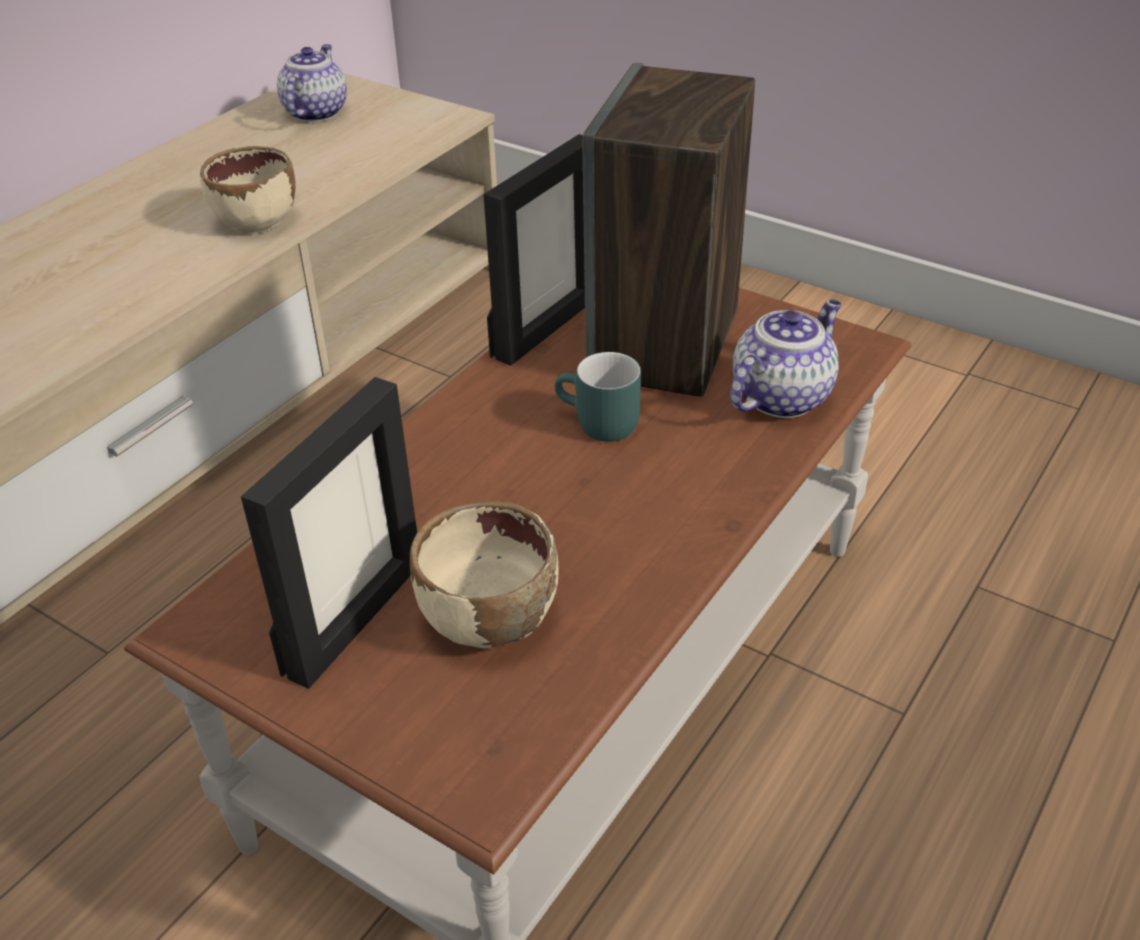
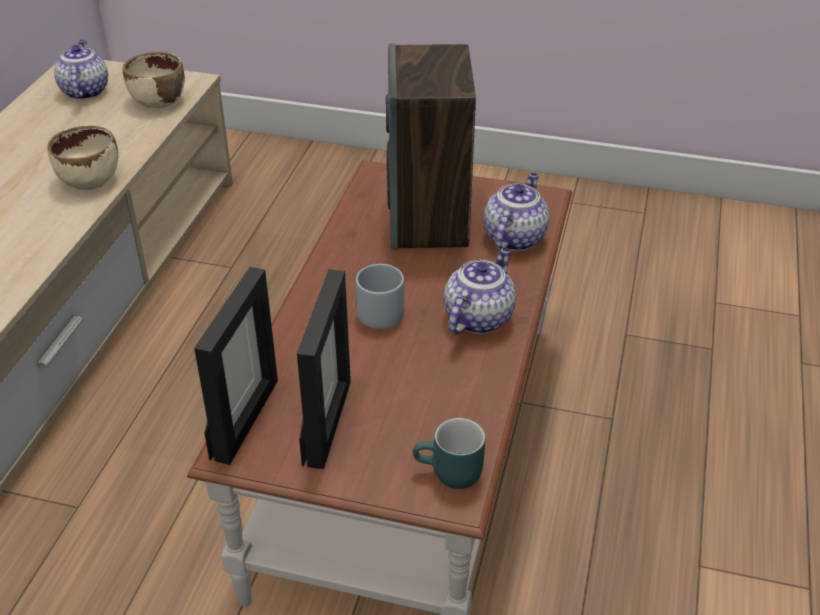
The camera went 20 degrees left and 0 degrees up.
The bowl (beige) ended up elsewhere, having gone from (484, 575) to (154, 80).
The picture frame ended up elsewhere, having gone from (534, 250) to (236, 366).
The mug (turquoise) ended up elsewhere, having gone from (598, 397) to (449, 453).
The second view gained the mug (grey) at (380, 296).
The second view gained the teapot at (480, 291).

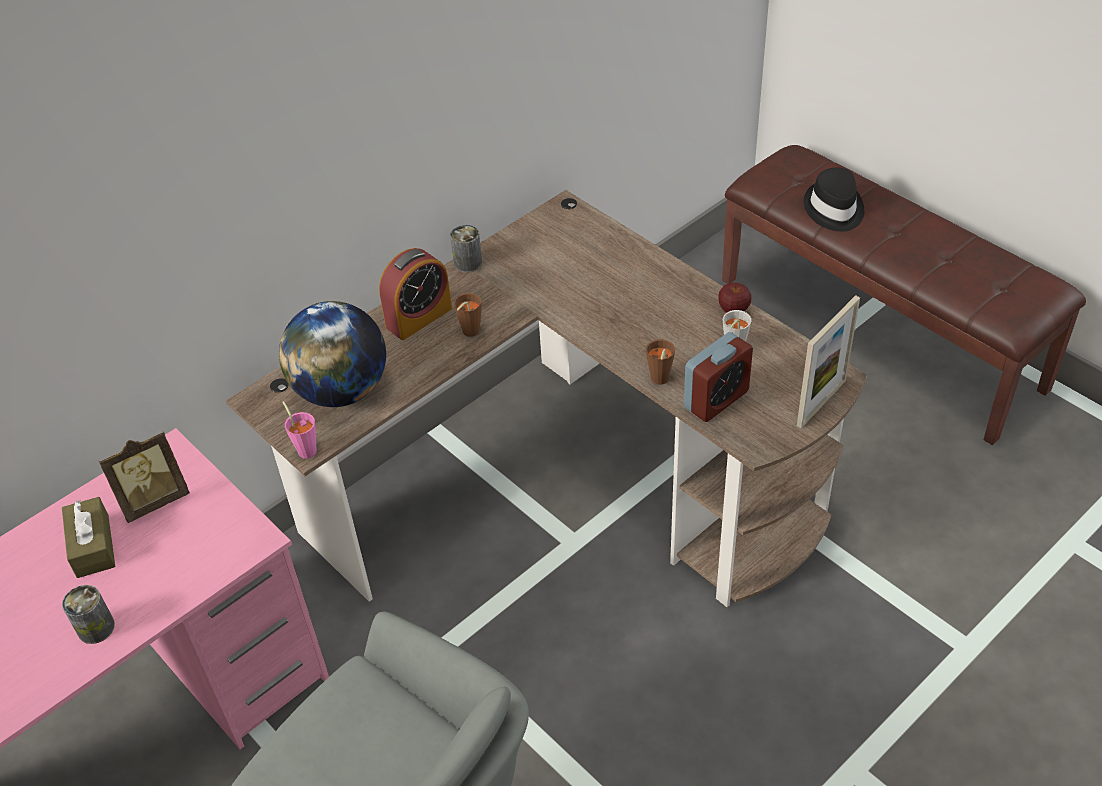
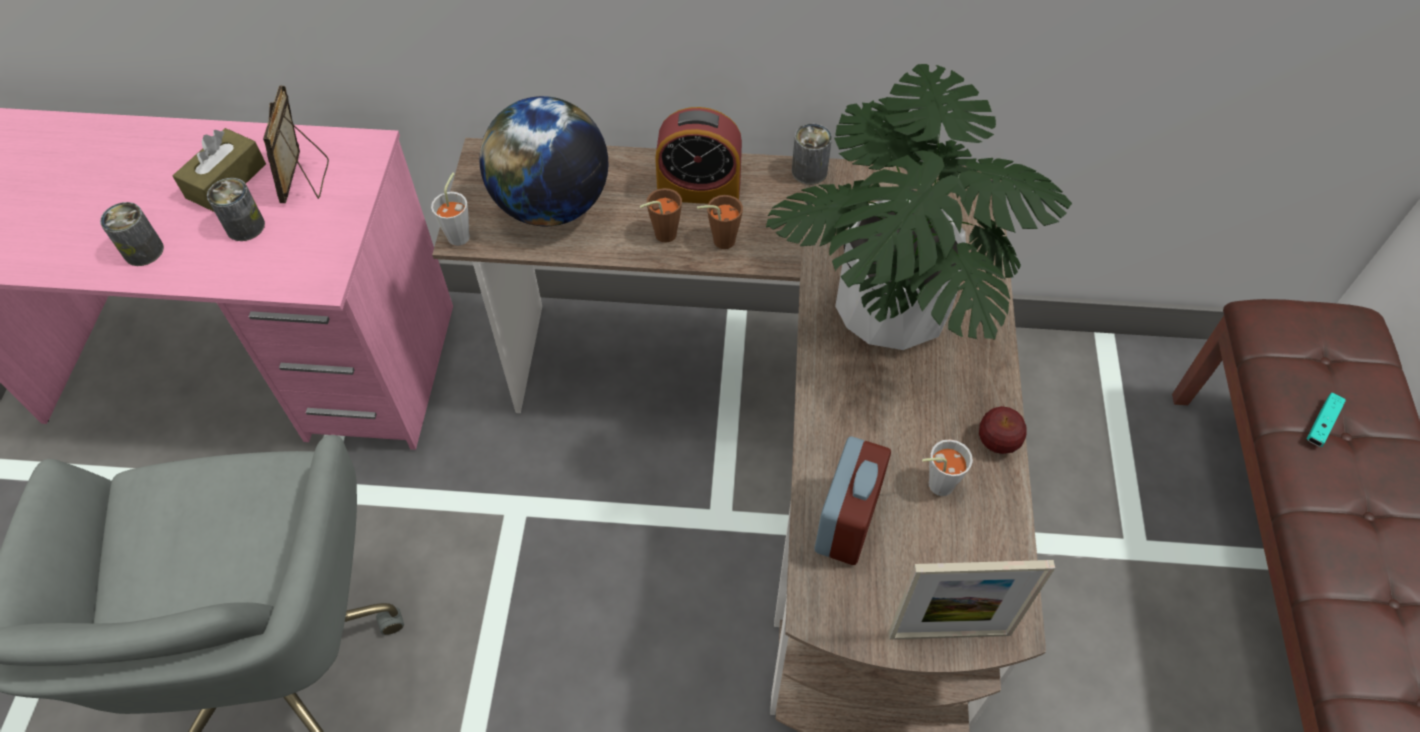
The camera went 45 degrees right and 10 degrees up.
The picture frame at (144, 477) ended up facing another way, 75 degrees clockwise from before.
What was the cup (pink) at (299, 429) turned into the cup (grey) at (450, 209).
The cup (brown) ended up elsewhere, having gone from (660, 362) to (661, 215).
The alarm clock at (718, 377) ended up facing another way, 75 degrees counterclockwise from before.
Where the hat (black) stood at (834, 200), the game controller (turquoise) came to stand at (1326, 420).
The second view gained the can at (236, 209).
The second view gained the potted plant at (919, 207).

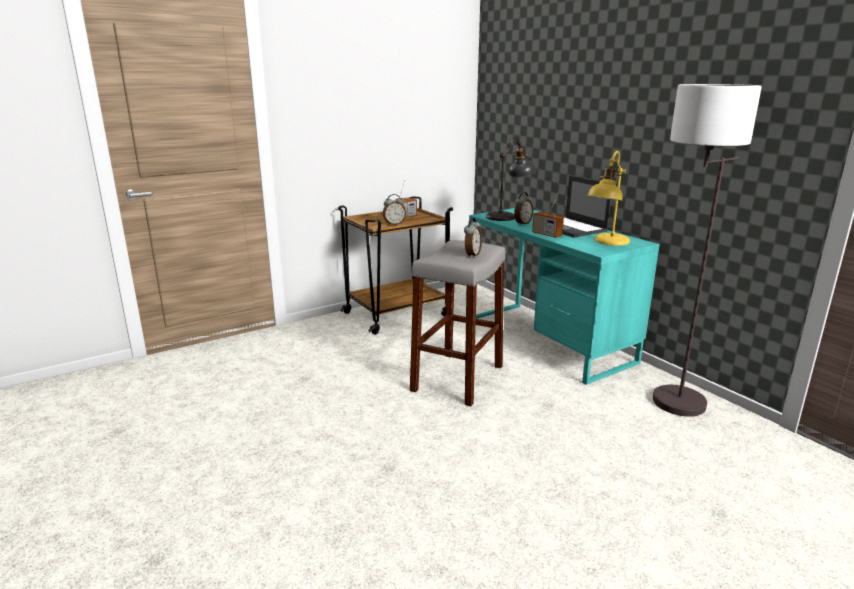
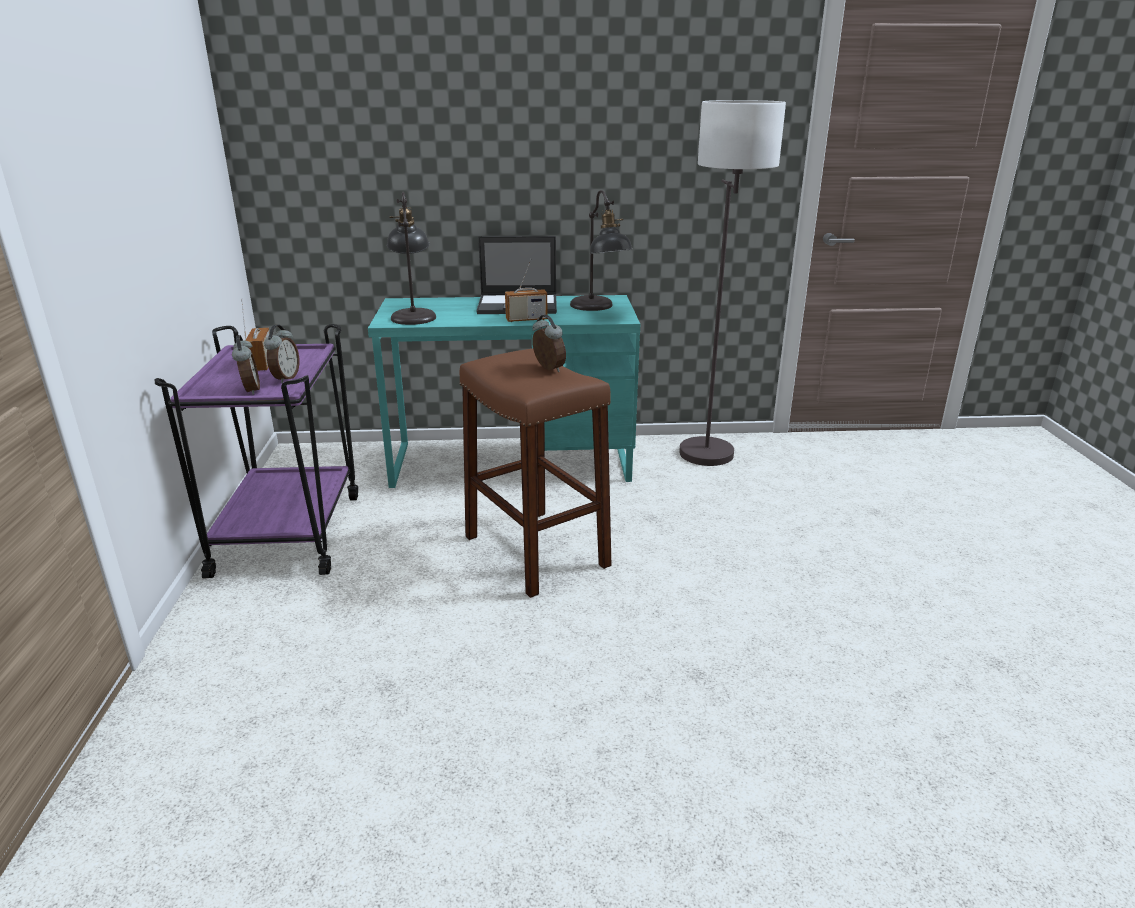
The camera went 60 degrees left and 5 degrees up.
What was the cart (brown) at (395, 266) turned into the cart (purple) at (256, 451).
What was the stool (grey) at (458, 323) turned into the stool (brown) at (535, 473).
The alarm clock ended up elsewhere, having gone from (523, 208) to (246, 365).
What was the table lamp (yellow) at (608, 198) turned into the table lamp (grey) at (601, 250).

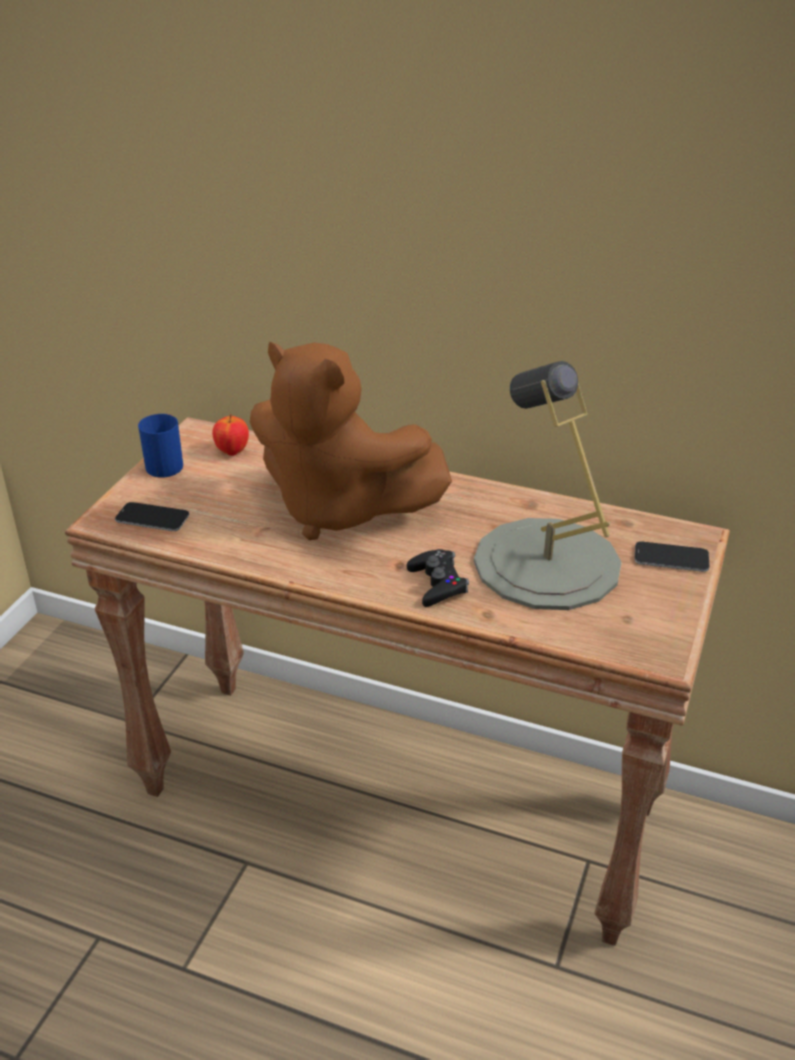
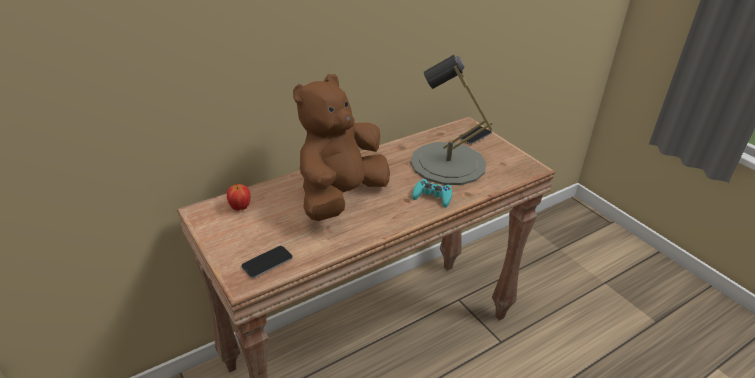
The camera went 55 degrees left and 0 degrees up.
The second view lost the mug (blue) at (160, 445).
The plush toy (brown) at (351, 441) ended up facing another way, 150 degrees clockwise from before.
What was the game controller (black) at (438, 578) turned into the game controller (turquoise) at (432, 193).

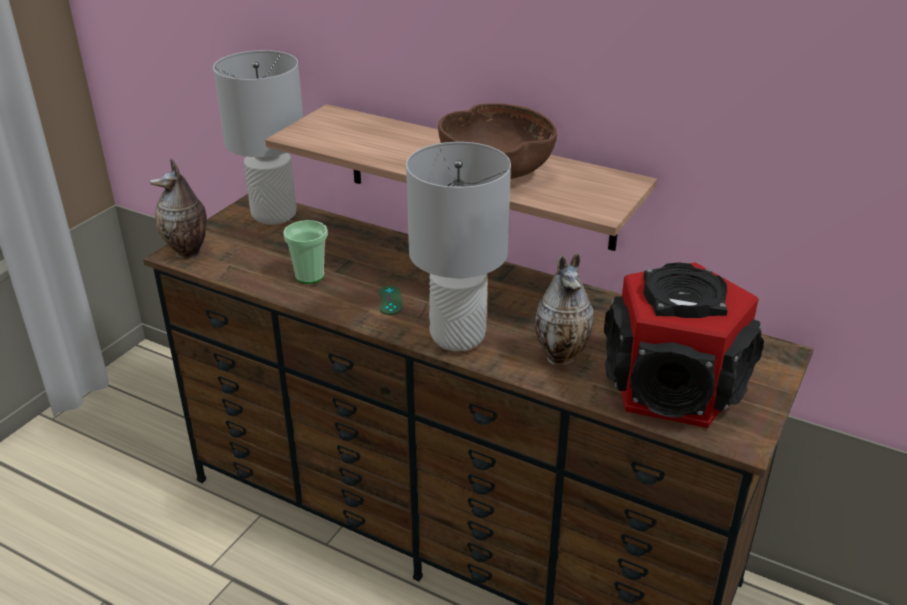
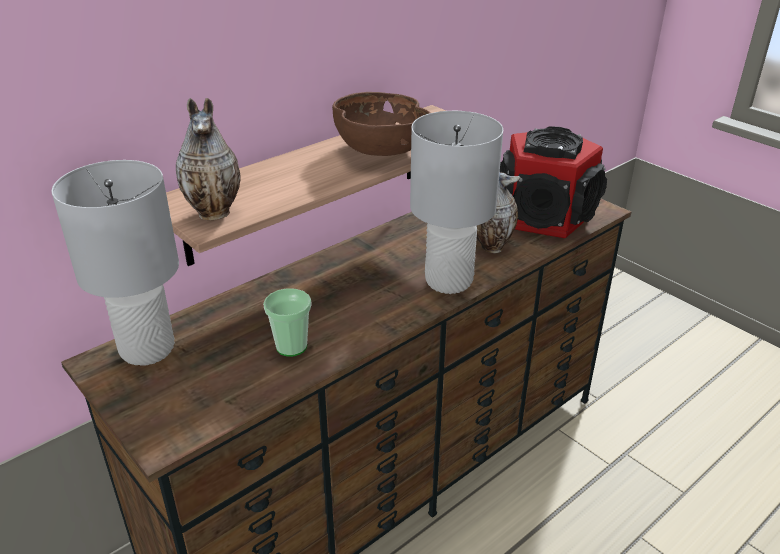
The camera went 70 degrees left and 0 degrees up.
The vase ended up elsewhere, having gone from (178, 208) to (208, 159).
The second view lost the game controller (green) at (390, 300).

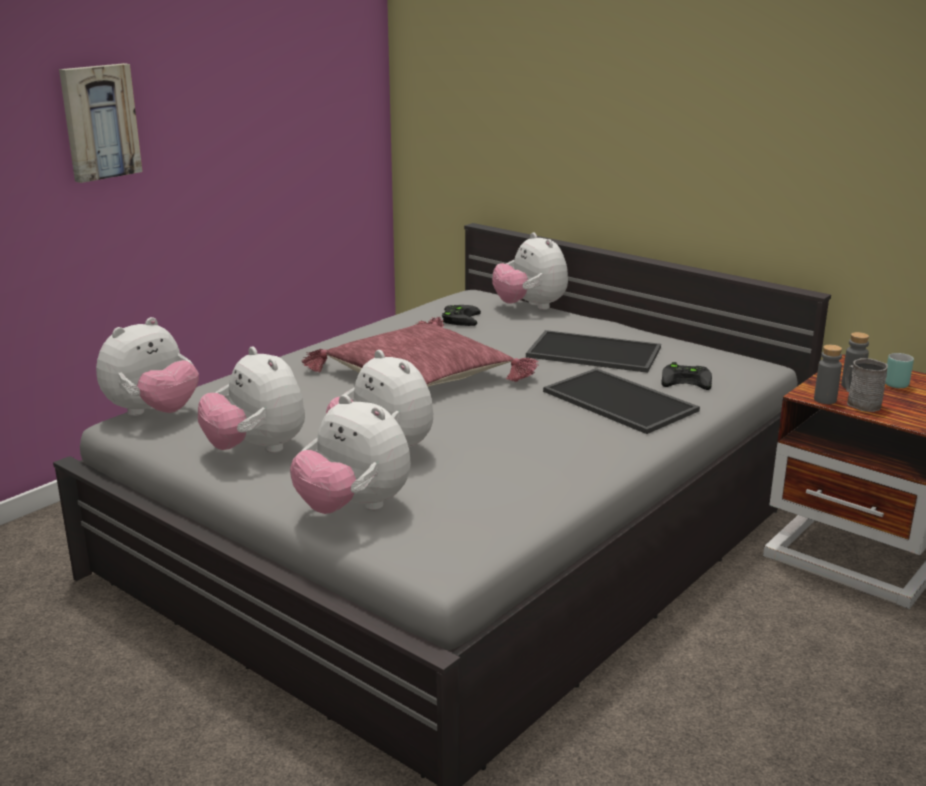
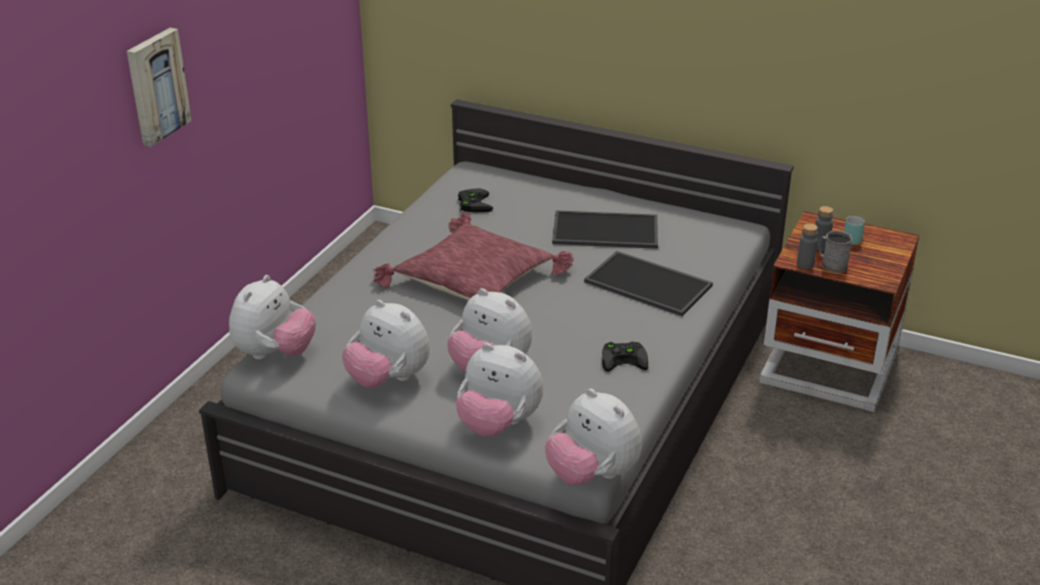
The camera went 15 degrees left and 10 degrees up.
The plush toy ended up elsewhere, having gone from (530, 271) to (593, 437).
The game controller (black) ended up elsewhere, having gone from (686, 376) to (625, 357).

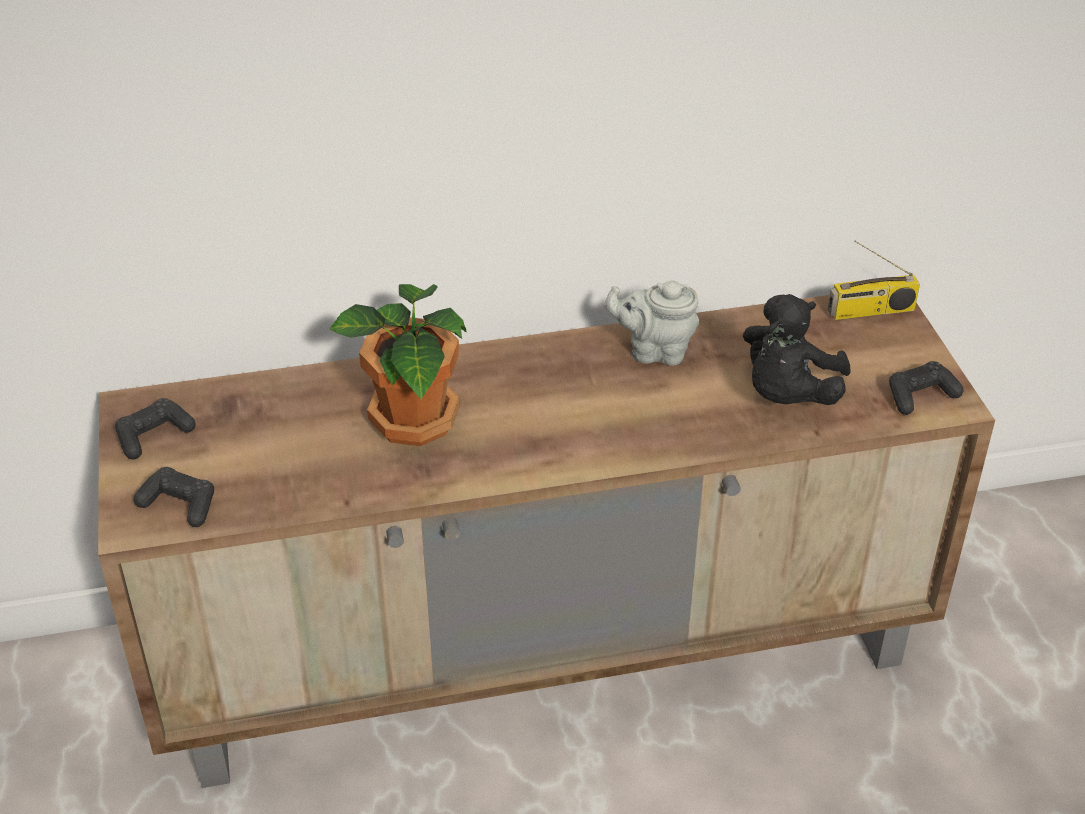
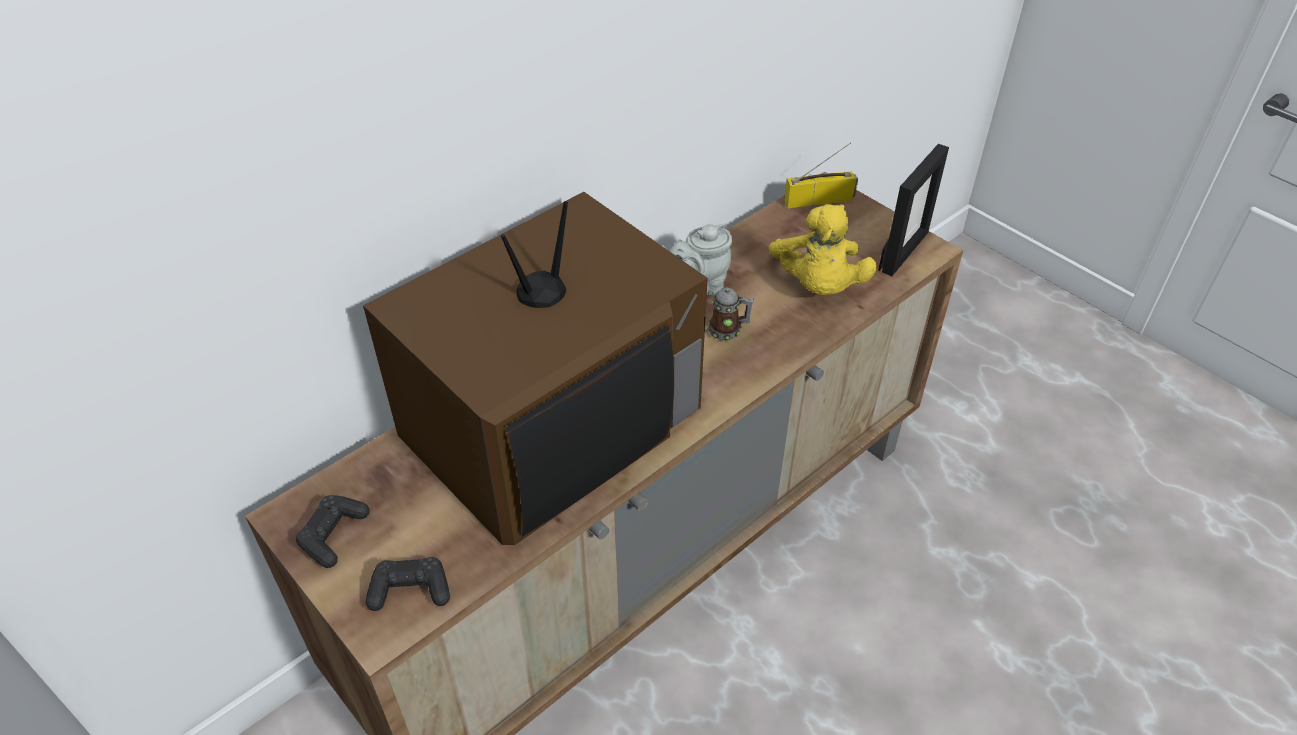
The camera went 30 degrees left and 5 degrees up.
Where the potted plant stood at (398, 365), the television came to stand at (535, 368).
What was the plush toy (black) at (797, 349) turned into the plush toy (yellow) at (823, 249).
The radio at (873, 280) ended up facing another way, 150 degrees counterclockwise from before.
Where the game controller (black) stood at (926, 388), the picture frame came to stand at (913, 210).
The second view gained the mug at (730, 314).

